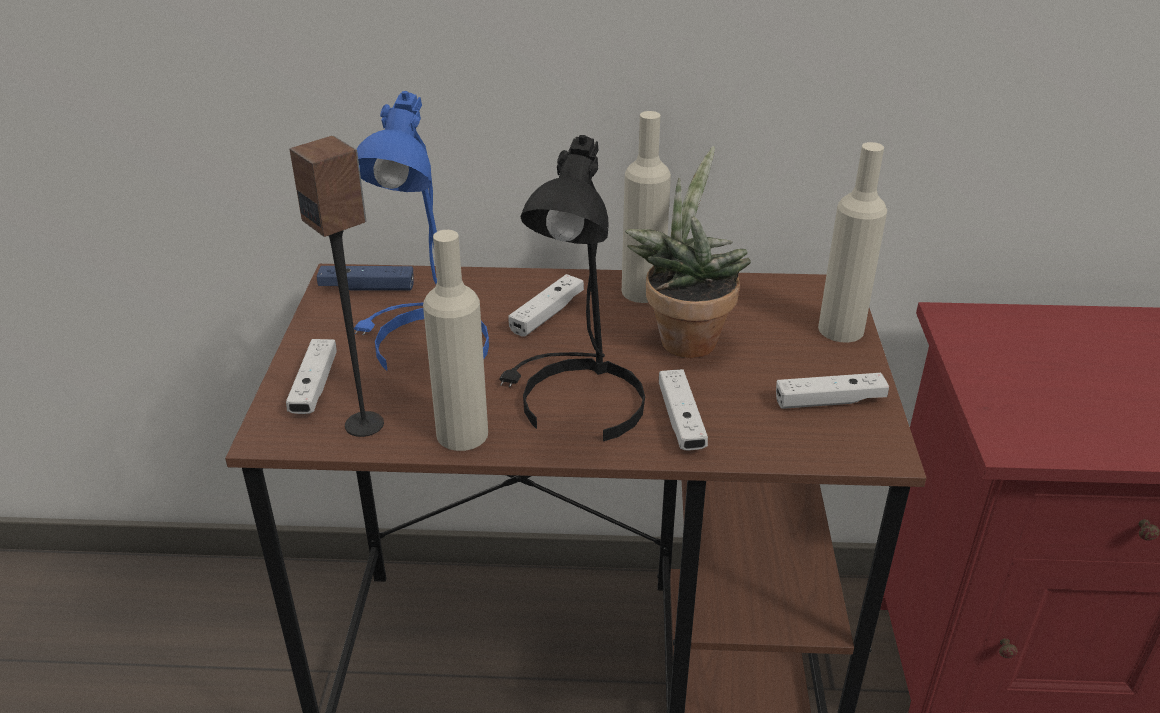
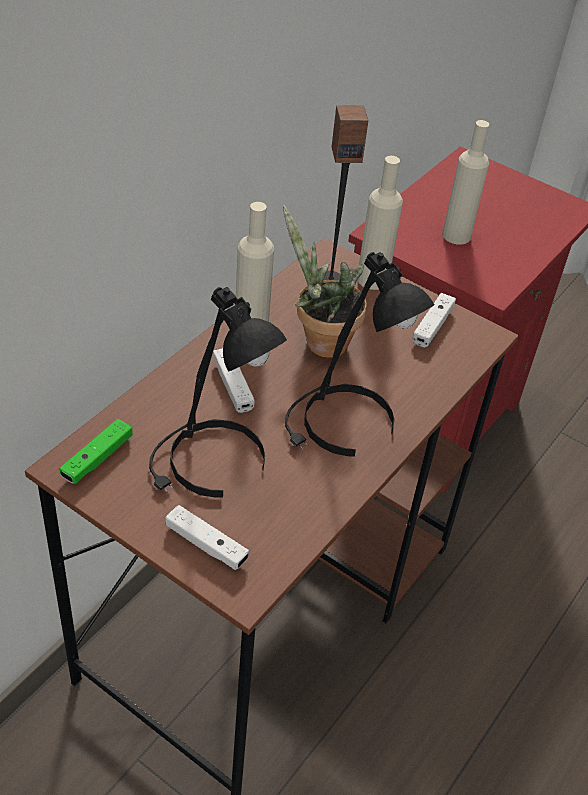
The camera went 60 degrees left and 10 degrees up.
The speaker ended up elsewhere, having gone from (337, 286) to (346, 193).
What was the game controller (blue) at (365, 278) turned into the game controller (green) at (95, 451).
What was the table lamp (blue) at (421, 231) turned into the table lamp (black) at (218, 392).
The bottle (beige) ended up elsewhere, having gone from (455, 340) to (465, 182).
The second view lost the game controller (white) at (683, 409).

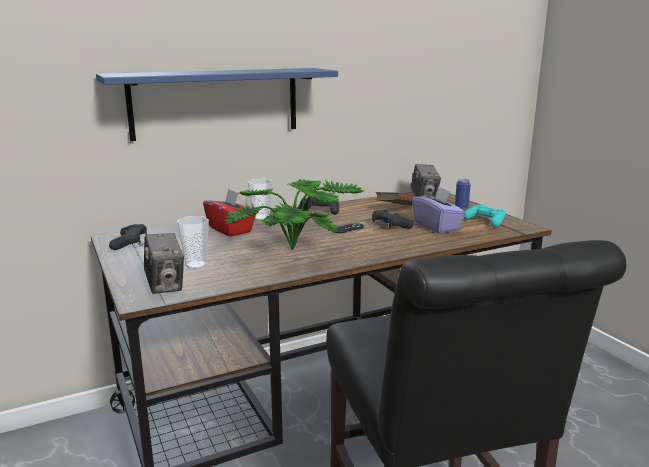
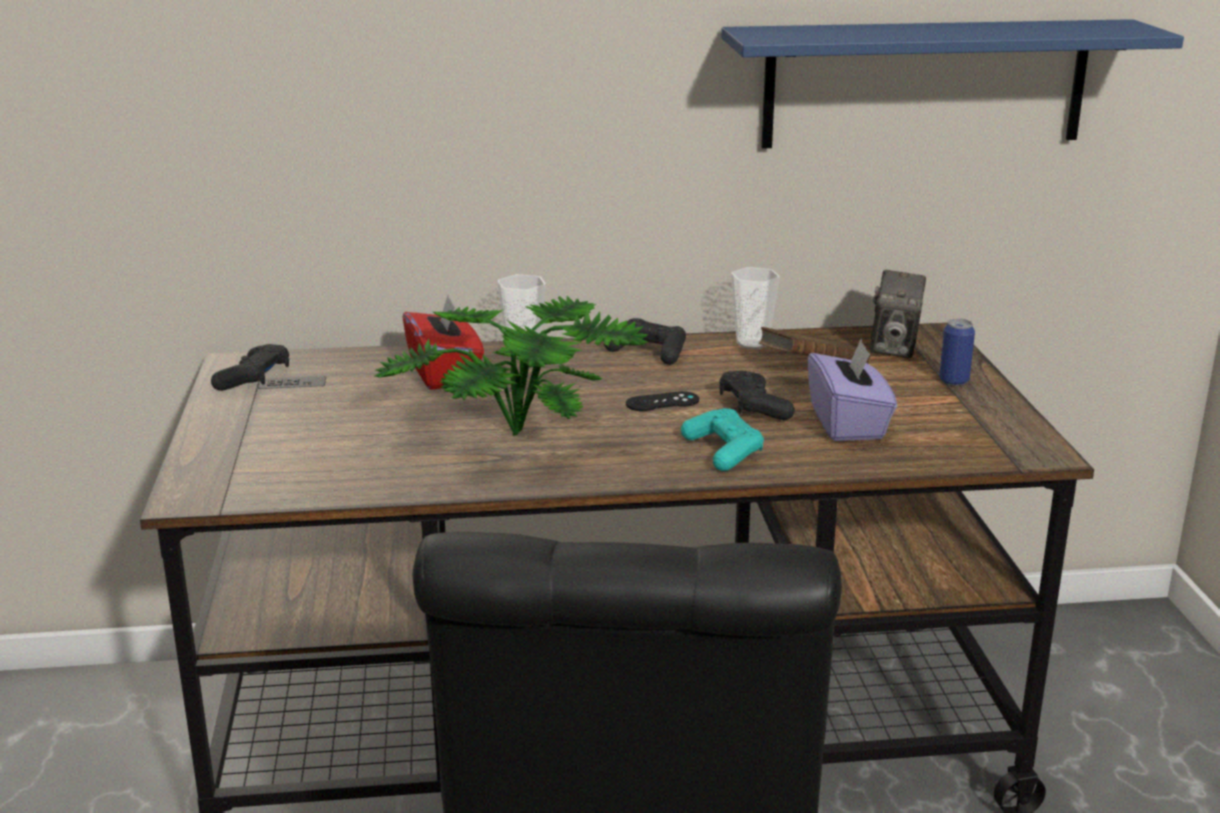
The camera went 20 degrees right and 5 degrees up.
The shelf (blue) ended up elsewhere, having gone from (217, 104) to (952, 84).
The second view lost the photo camera at (164, 263).
The cup ended up elsewhere, having gone from (193, 242) to (755, 308).
The game controller (turquoise) ended up elsewhere, having gone from (485, 216) to (722, 439).

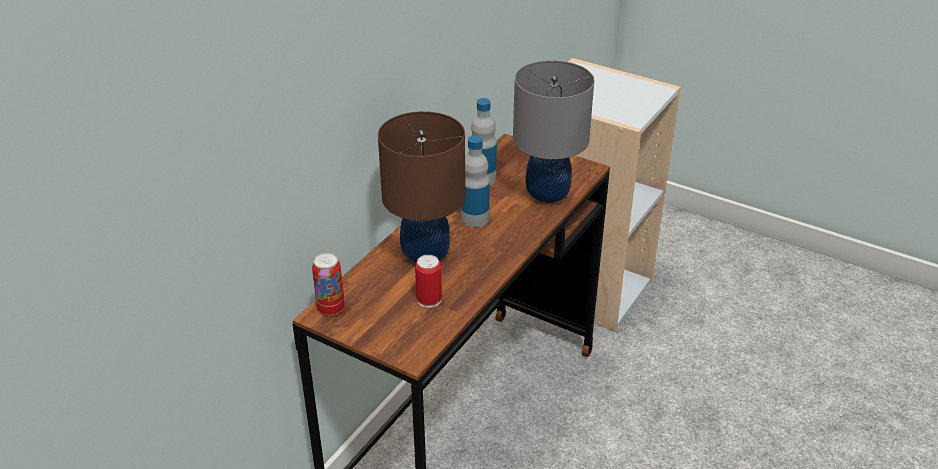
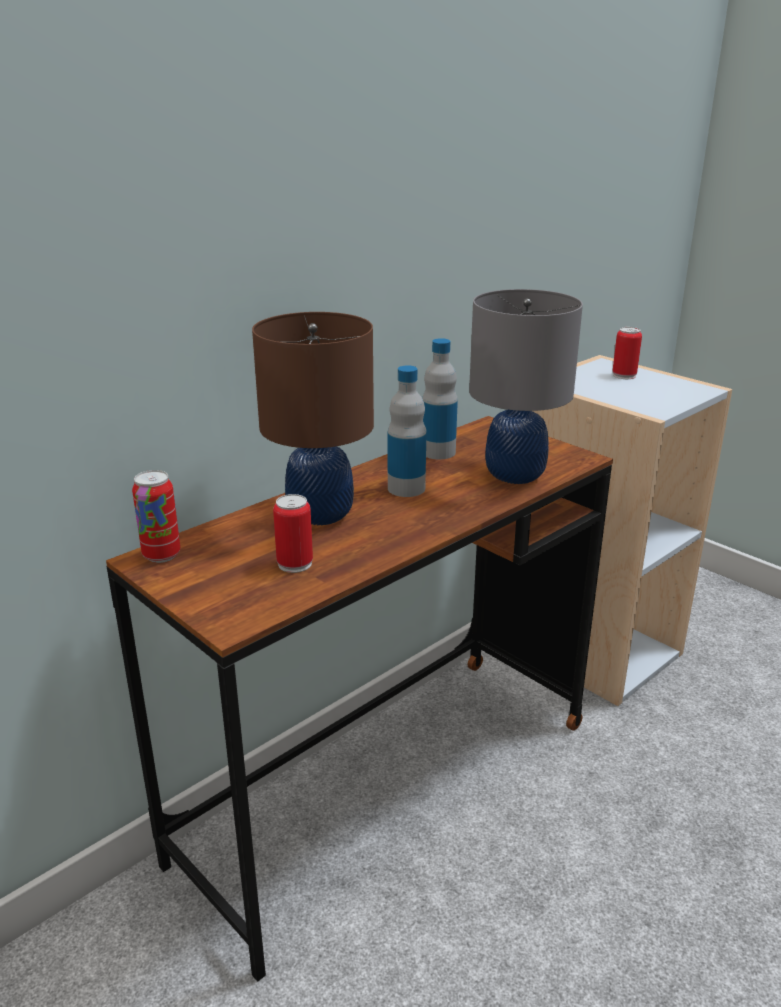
The camera went 15 degrees right and 10 degrees down.
The second view gained the can at (627, 353).

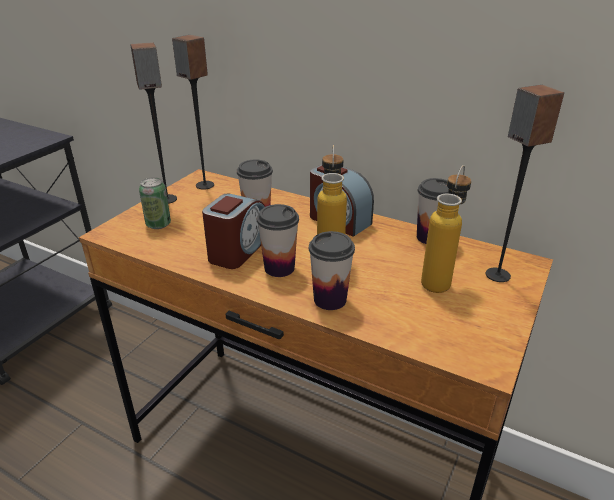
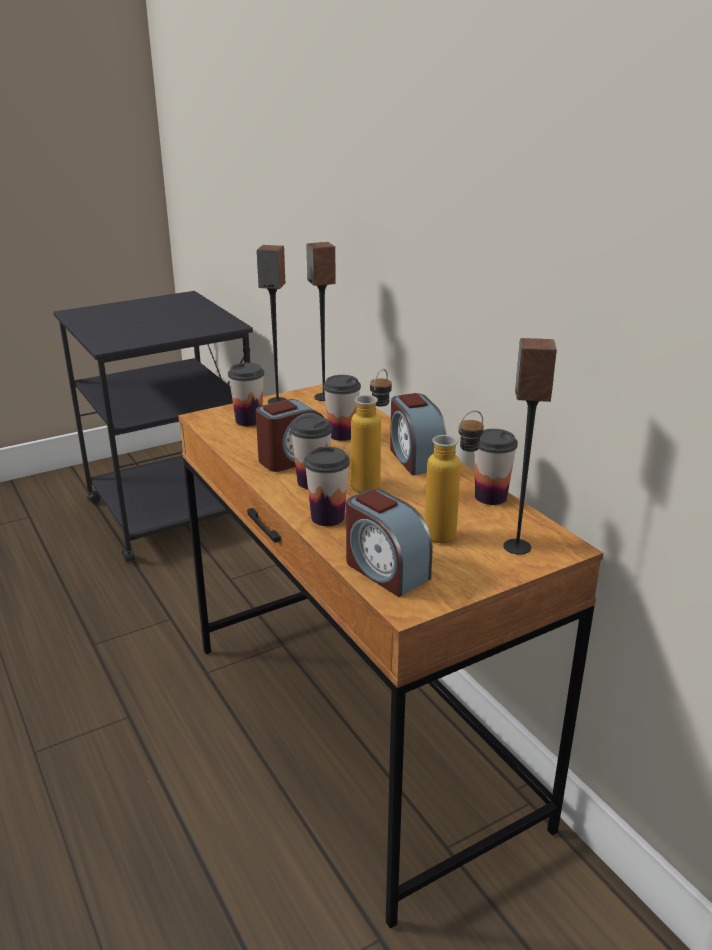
The camera went 30 degrees right and 5 degrees down.
Where the can stood at (155, 203), the cup came to stand at (246, 394).
The second view gained the alarm clock at (389, 543).

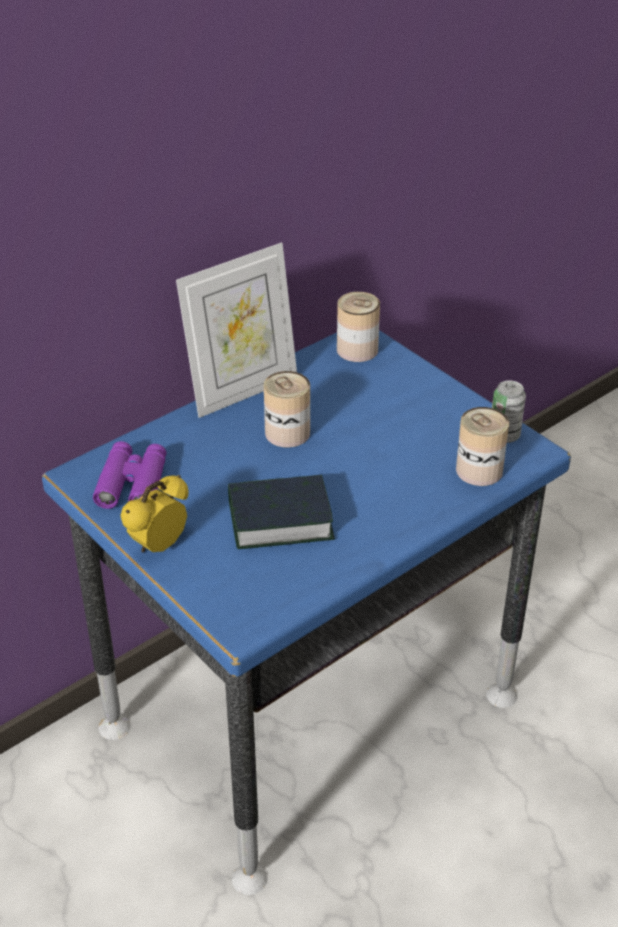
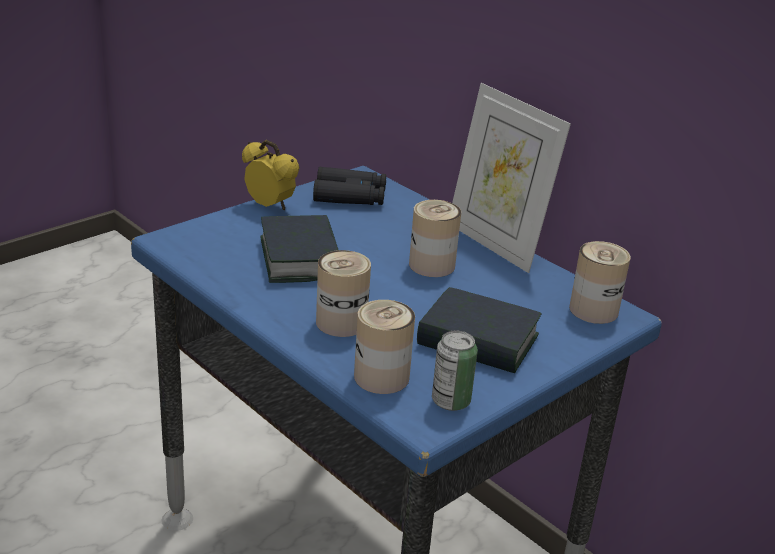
The camera went 85 degrees right and 10 degrees down.
What was the binoculars (purple) at (129, 475) turned into the binoculars (black) at (349, 186).
The second view gained the can at (343, 293).
The second view gained the book at (479, 330).

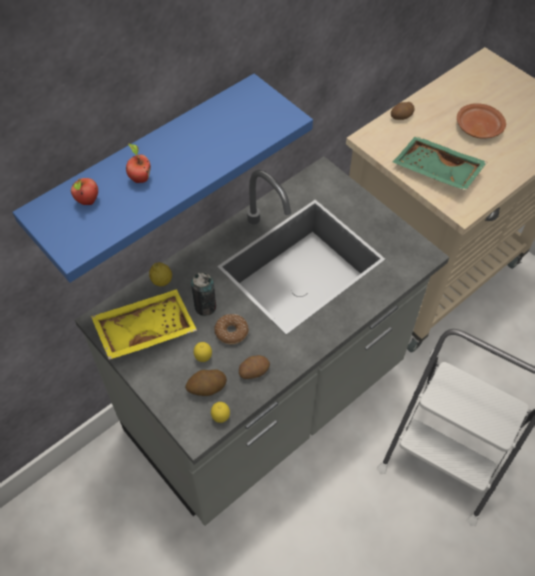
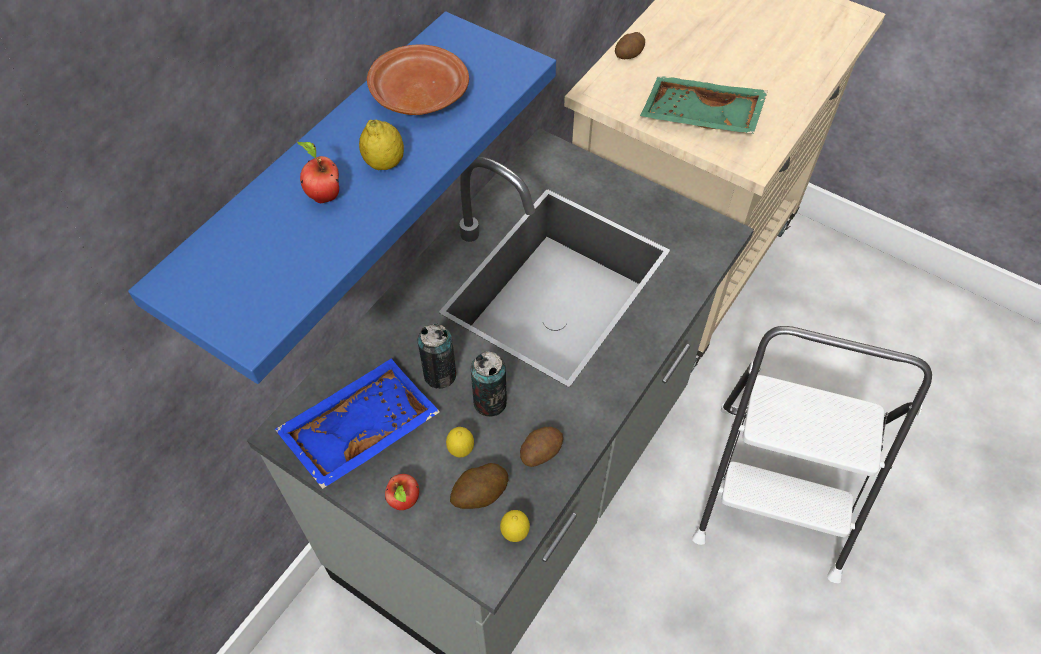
The camera went 15 degrees left and 0 degrees up.
The apple ended up elsewhere, having gone from (84, 191) to (402, 492).
What was the tray (yellow) at (144, 324) turned into the tray (blue) at (357, 424).
The lemon ended up elsewhere, having gone from (160, 274) to (381, 145).
Where the donut stood at (231, 329), the can came to stand at (489, 384).
The plate (brown) ended up elsewhere, having gone from (481, 120) to (418, 79).

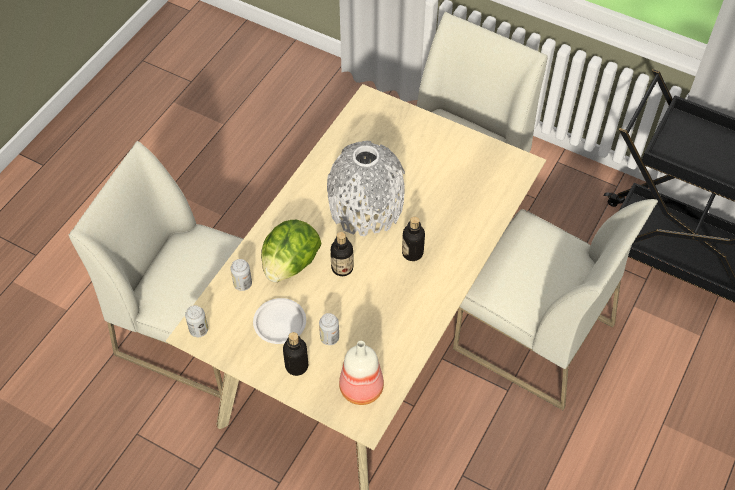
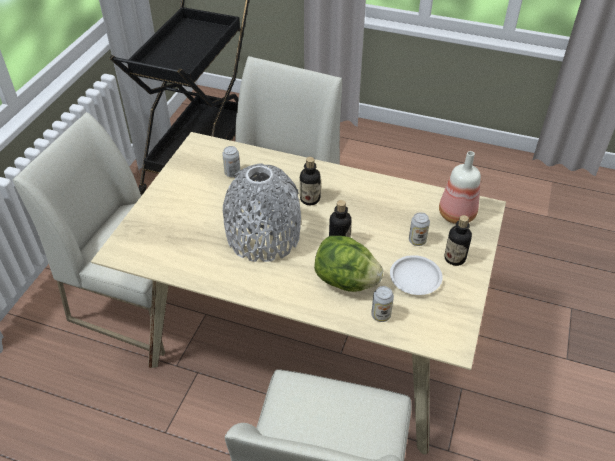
The camera went 100 degrees left and 10 degrees down.
The can ended up elsewhere, having gone from (196, 321) to (231, 161).

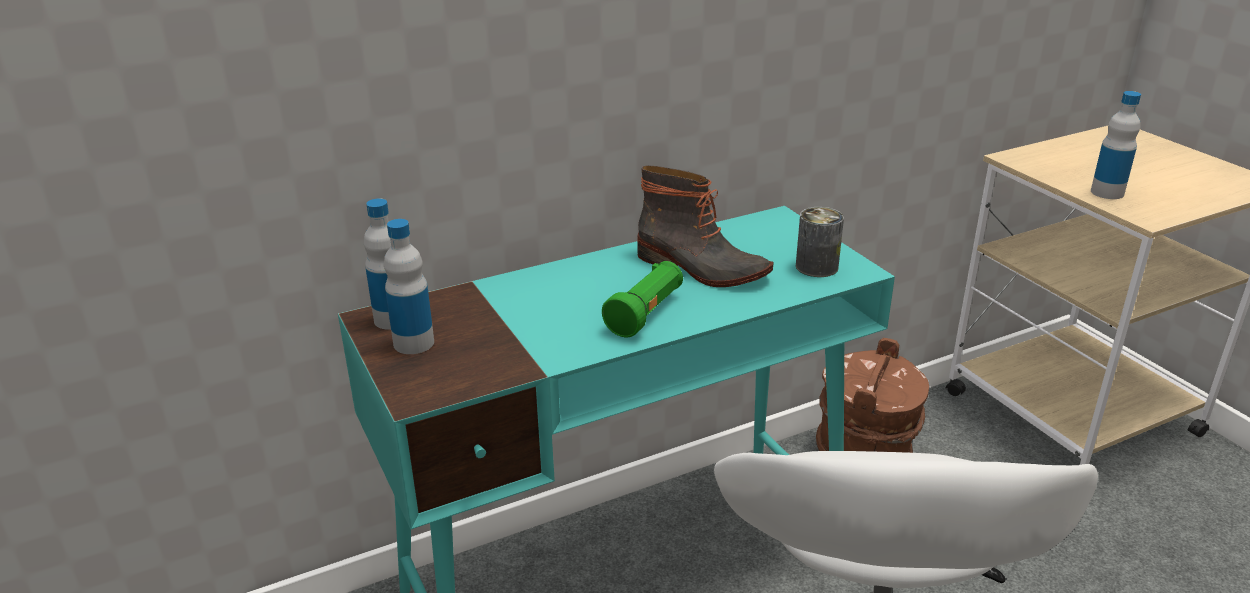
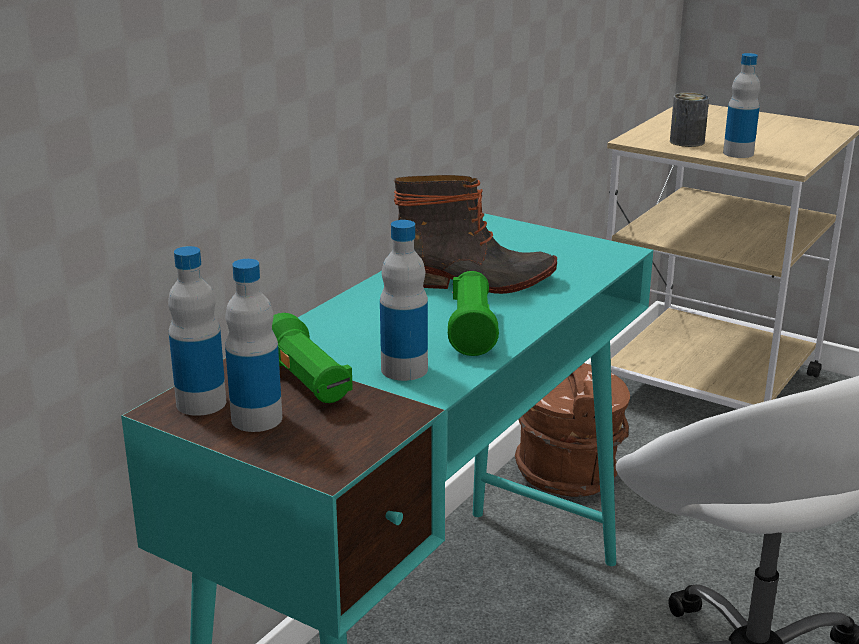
The camera went 30 degrees left and 5 degrees down.
The can ended up elsewhere, having gone from (820, 242) to (689, 119).
The second view gained the flashlight (green) at (312, 358).
The second view gained the bottle at (404, 300).

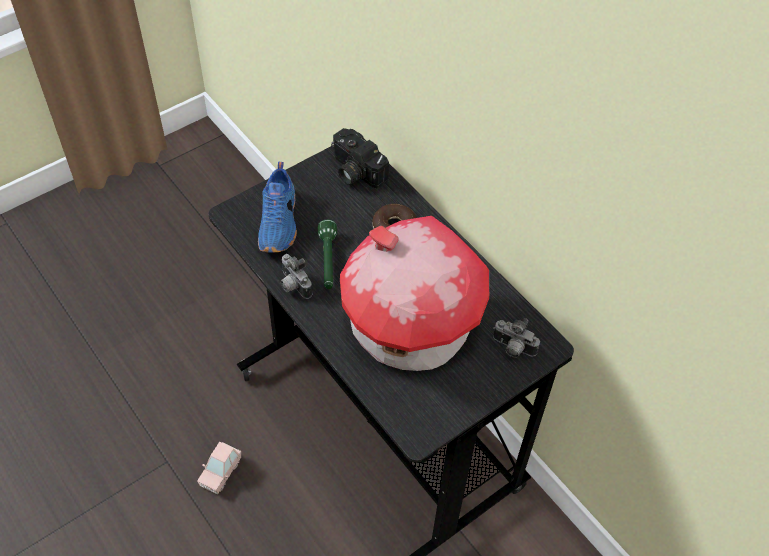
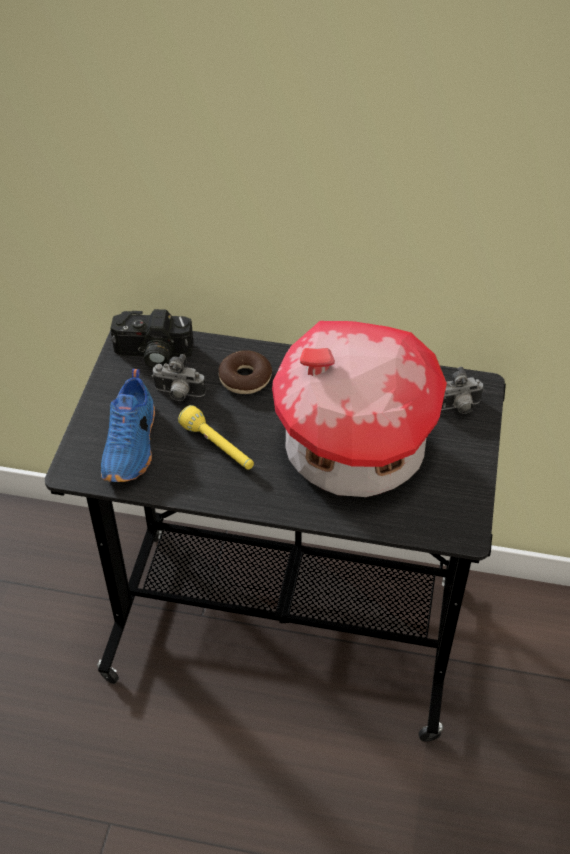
The camera went 40 degrees left and 5 degrees down.
The second view lost the toy car (pink) at (219, 468).
The shoe (blue) at (277, 207) ended up facing another way, 45 degrees clockwise from before.
The photo camera ended up elsewhere, having gone from (296, 276) to (179, 377).
What was the flashlight (green) at (327, 254) turned into the flashlight (yellow) at (216, 437).

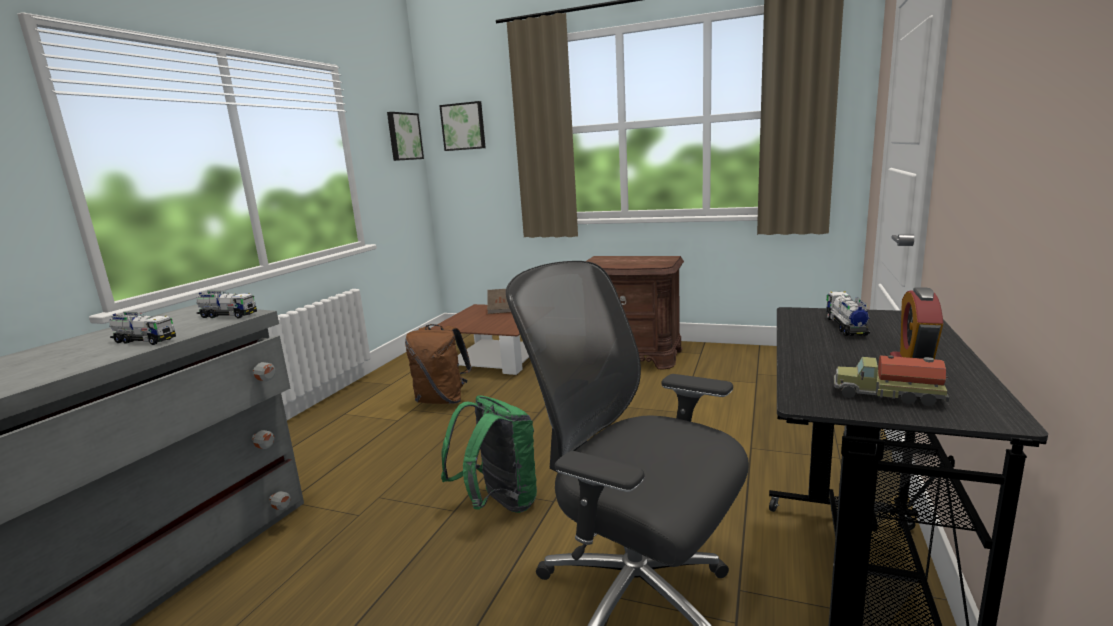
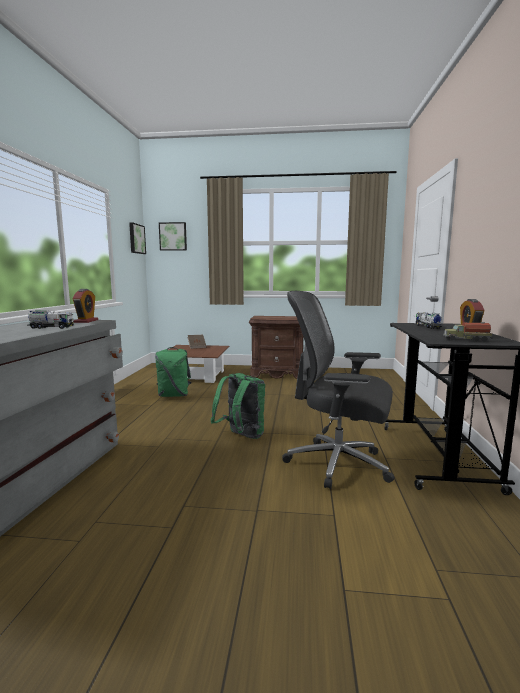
The camera went 15 degrees left and 5 degrees down.
Where the toy truck stood at (226, 305), the alarm clock came to stand at (85, 306).
What was the backpack (brown) at (438, 364) turned into the backpack (green) at (173, 372).

